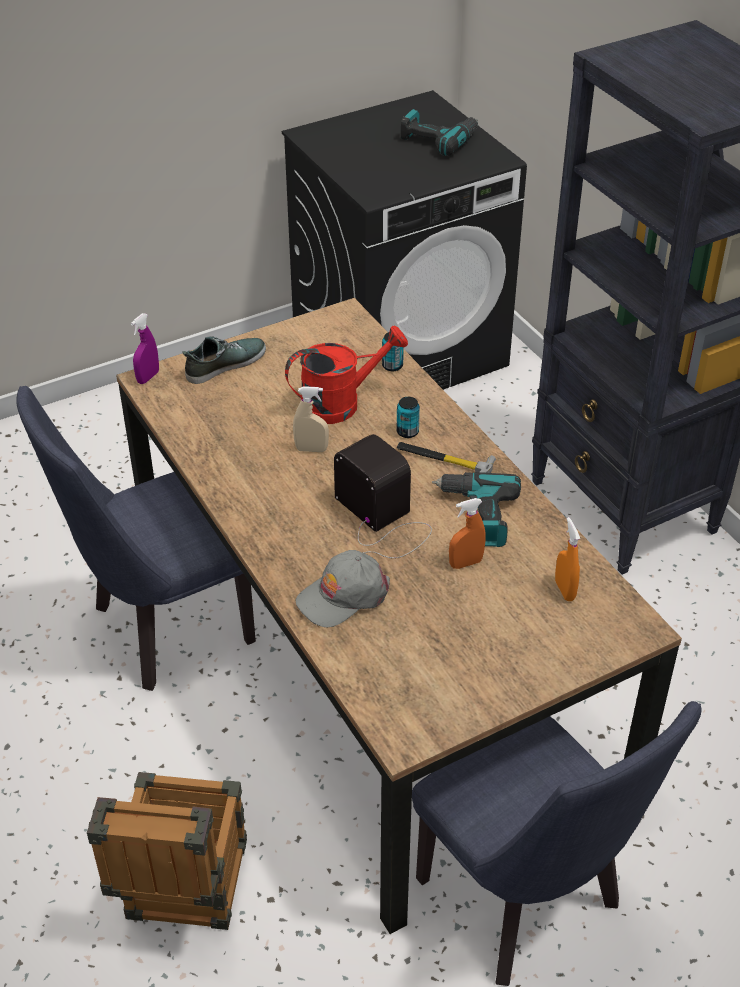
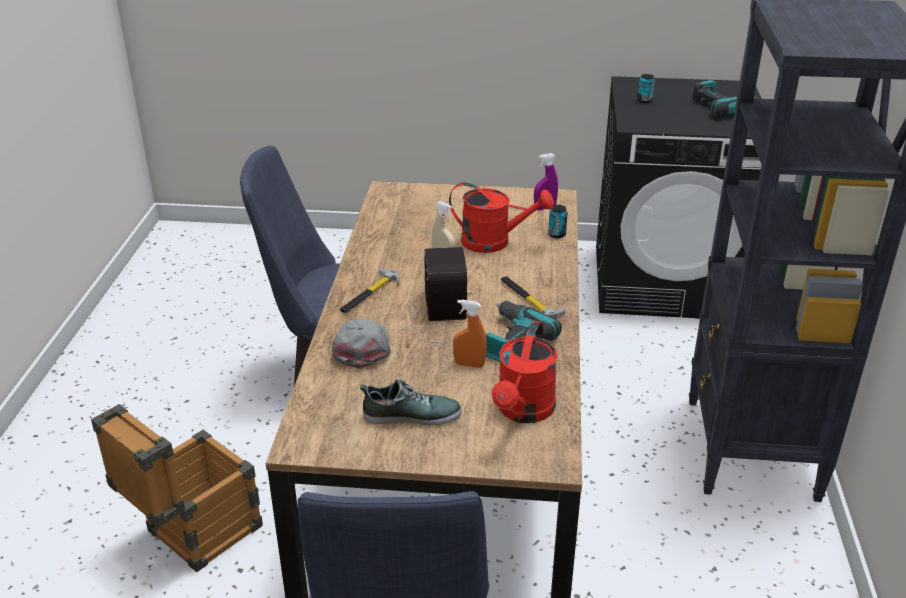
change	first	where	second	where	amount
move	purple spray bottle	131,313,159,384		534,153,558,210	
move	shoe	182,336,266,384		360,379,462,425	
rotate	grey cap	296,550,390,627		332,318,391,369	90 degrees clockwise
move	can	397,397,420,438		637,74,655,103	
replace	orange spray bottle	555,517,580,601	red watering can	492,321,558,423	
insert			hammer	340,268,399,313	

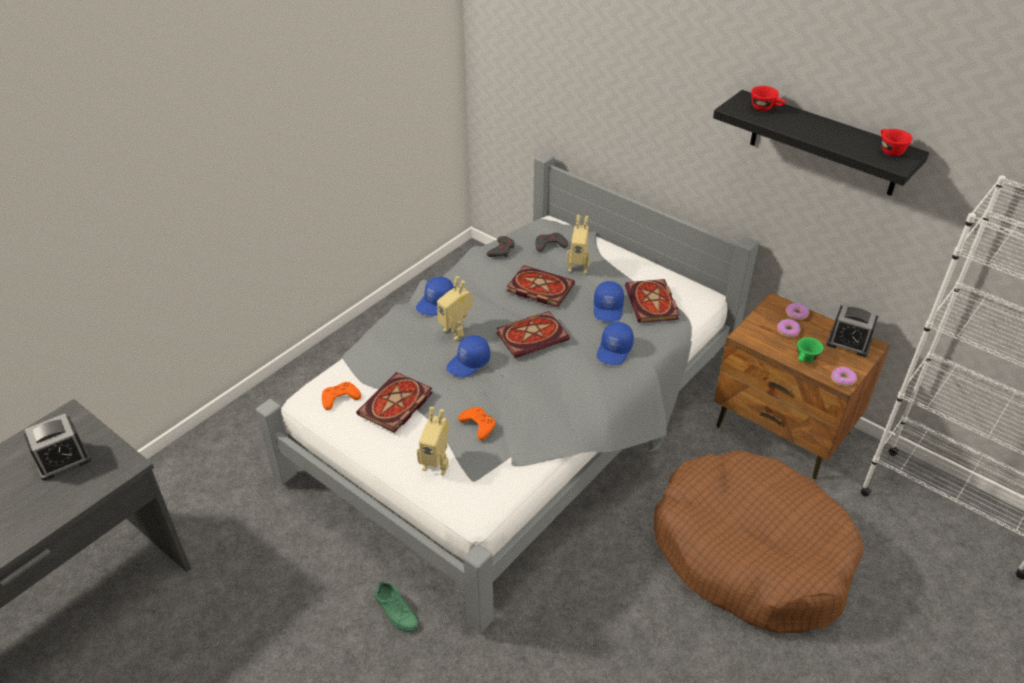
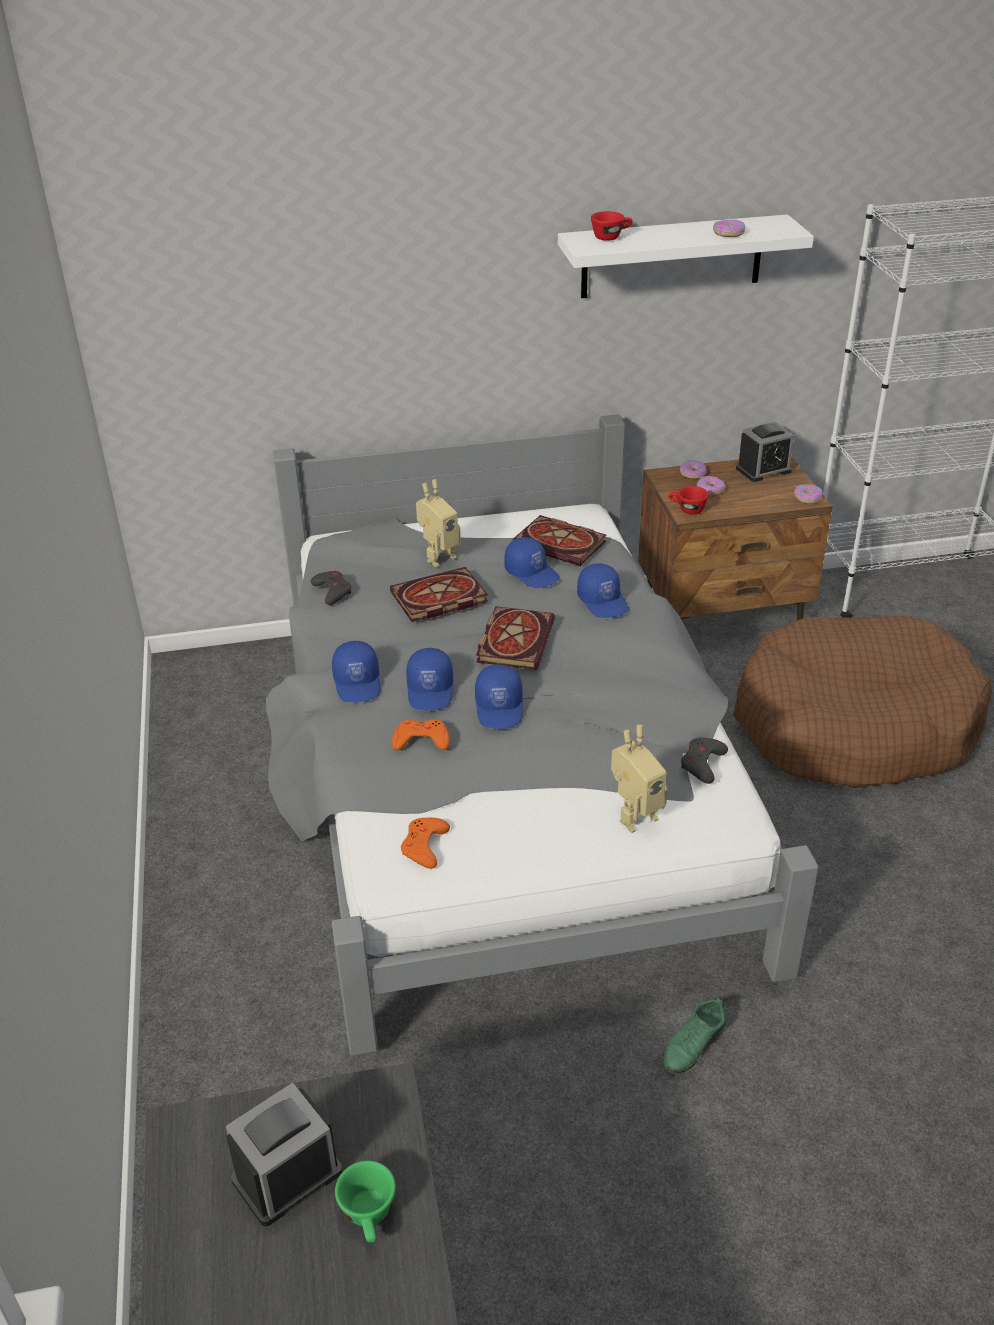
change	first	where	second	where	amount
rotate	alarm clock	24,414,91,481		226,1083,342,1227	135 degrees counterclockwise
delete	book	356,372,433,433			
rotate	green shoe	375,581,420,632		663,998,727,1075	135 degrees clockwise
replace	toy robot	437,276,473,340	blue cap	406,648,453,711	
move	orange game controller	458,407,496,440		392,720,450,750	
move	grey game controller	536,233,568,252		681,738,728,784	
recolor	black shelf	713,90,929,196	white shelf	558,214,814,298	
move	green cup	797,337,823,362		335,1161,396,1242	
move	red cup	881,129,912,156		668,486,709,515	
insert			donut	713,220,746,237	

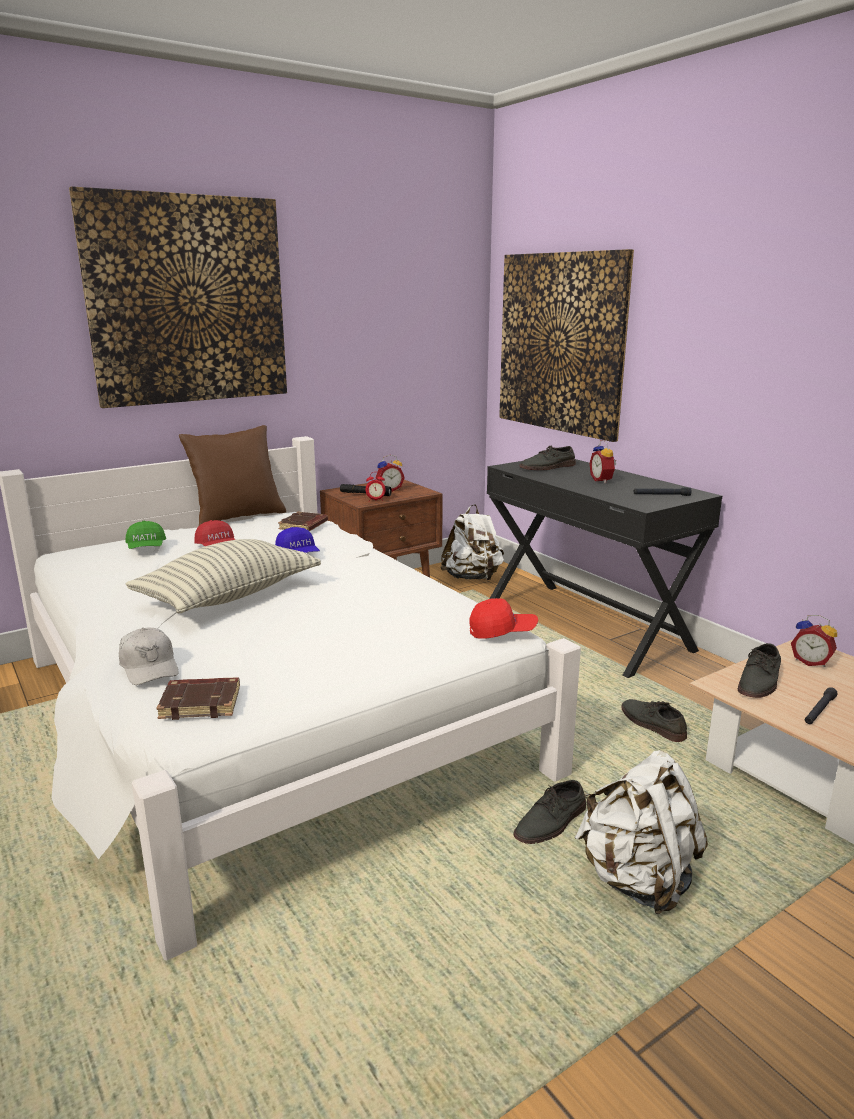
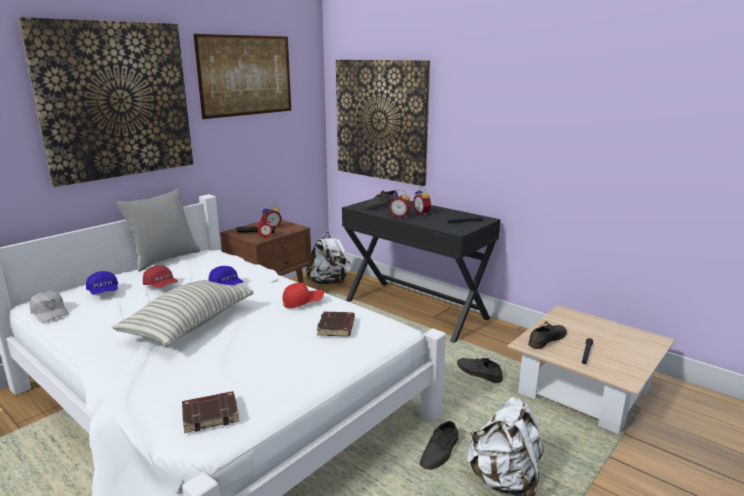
change	first	where	second	where	amount
move	white cap	119,628,179,685		30,291,69,322	
recolor	green cap	126,521,166,549	blue cap	86,271,119,295	
recolor	brown pillow	179,425,286,525	grey pillow	116,189,200,272	
move	brown book	278,512,328,531		317,311,355,337	
move	red cap	469,598,538,639		282,283,324,308	
rotate	grey shoe	738,643,781,698		528,321,567,349	150 degrees counterclockwise
move	alarm clock	791,615,837,667		389,189,411,218	
insert			picture	194,34,291,119	

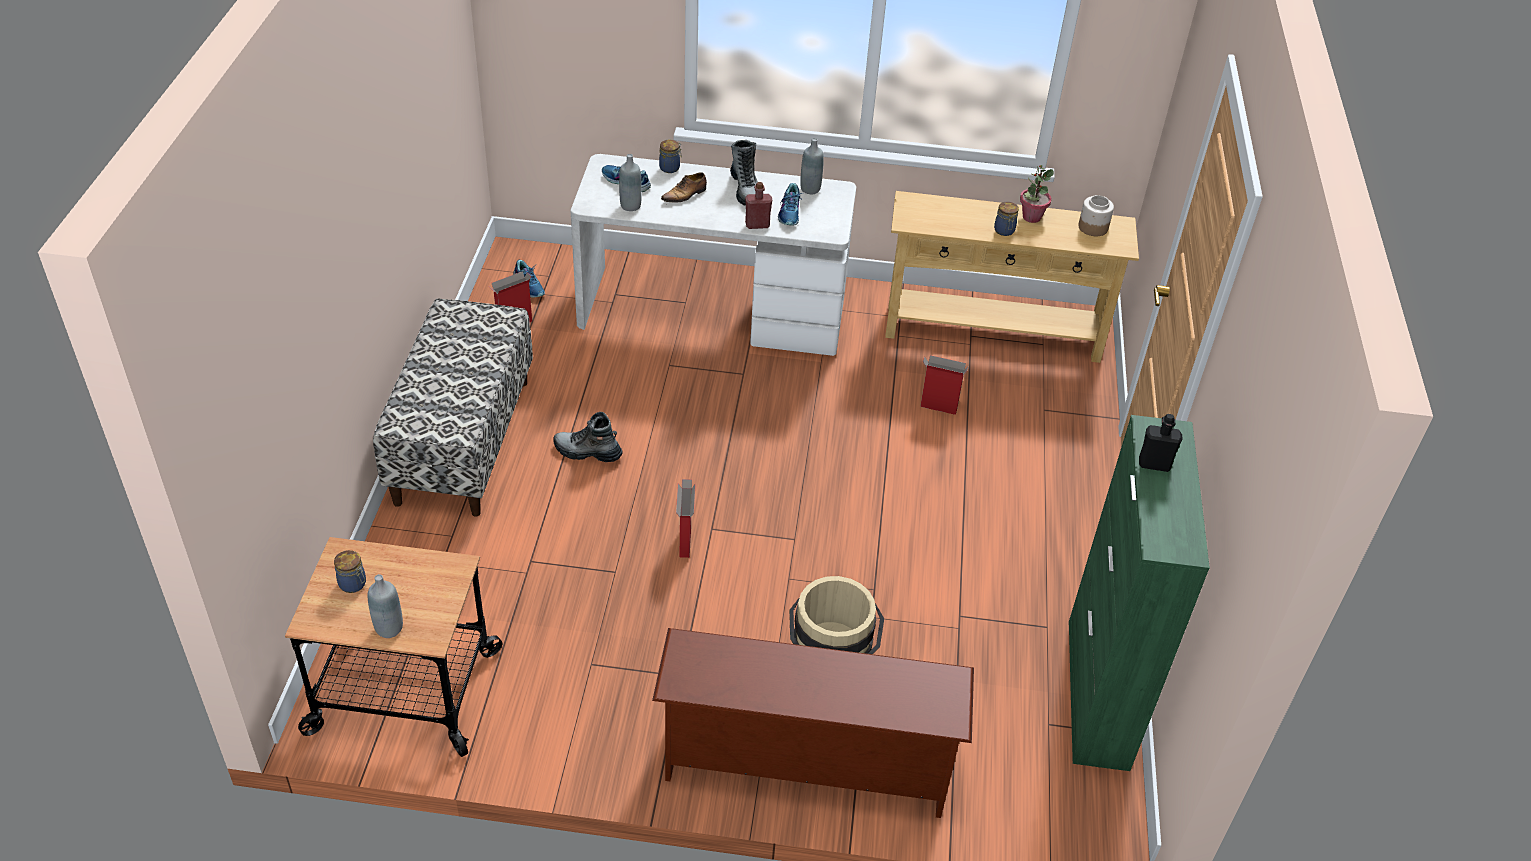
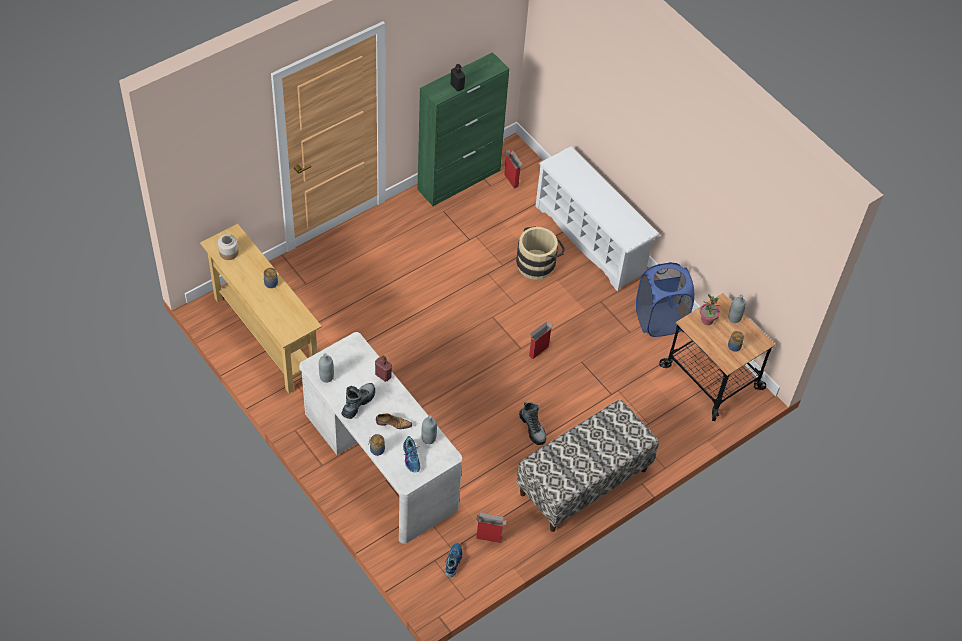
change	first	where	second	where	amount
recolor	brown shoe rack	652,628,974,818	white shoe rack	536,146,659,291	
delete	shoe	778,183,802,226			
move	cardboard box	920,355,968,415		504,150,522,188	
move	potted plant	1020,165,1054,223		700,294,720,325	
insert			blue laundry basket	636,262,694,337	

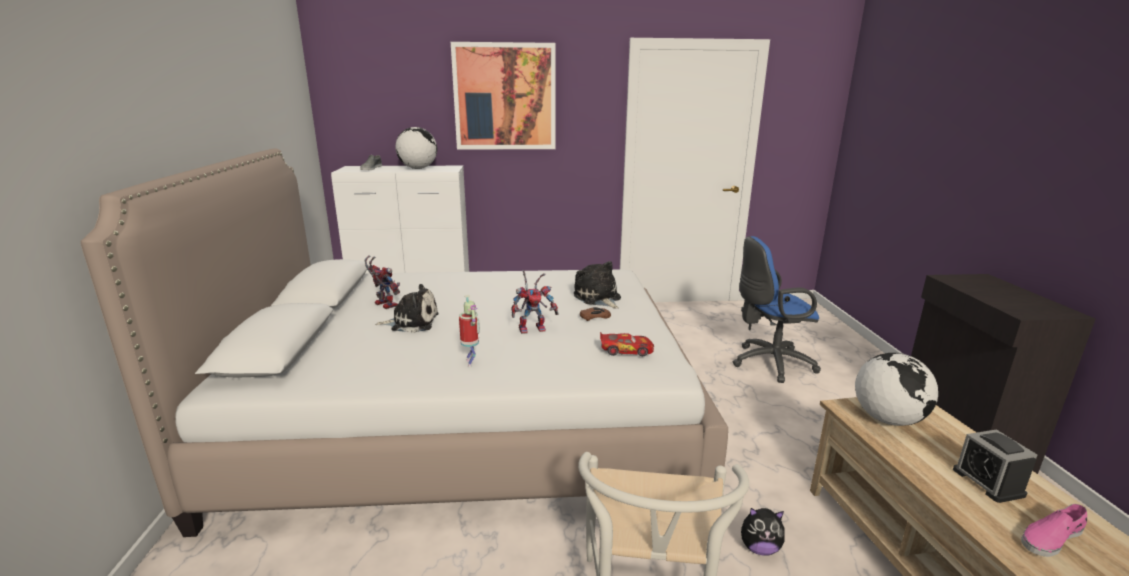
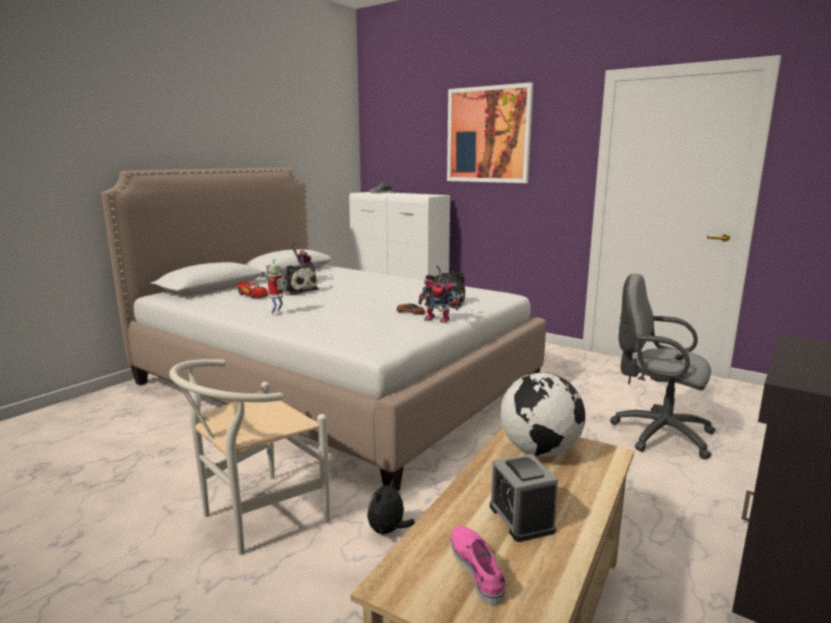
change	first	where	second	where	amount
delete	globe	395,127,437,169			
move	toy robot	511,270,559,334		418,265,459,323	
move	toy car	600,332,654,356		238,281,268,299	
recolor	blue office chair	733,236,821,383	grey office chair	610,273,716,459	
rotate	plush toy	741,508,785,556		367,478,415,534	75 degrees clockwise
rotate	alarm clock	953,429,1037,503		490,454,558,542	45 degrees counterclockwise
rotate	pink shoe	1021,504,1087,557		451,526,506,606	60 degrees clockwise

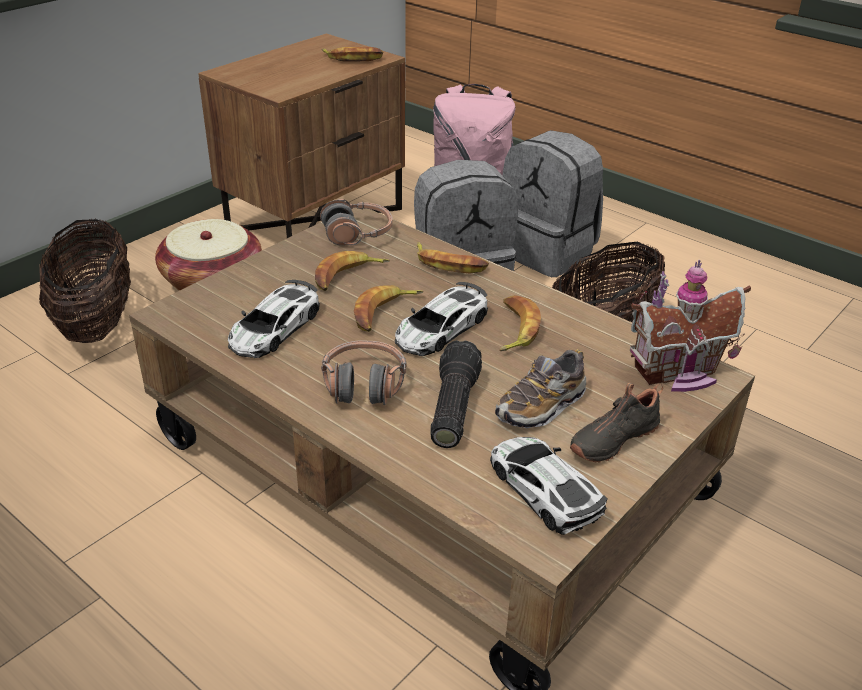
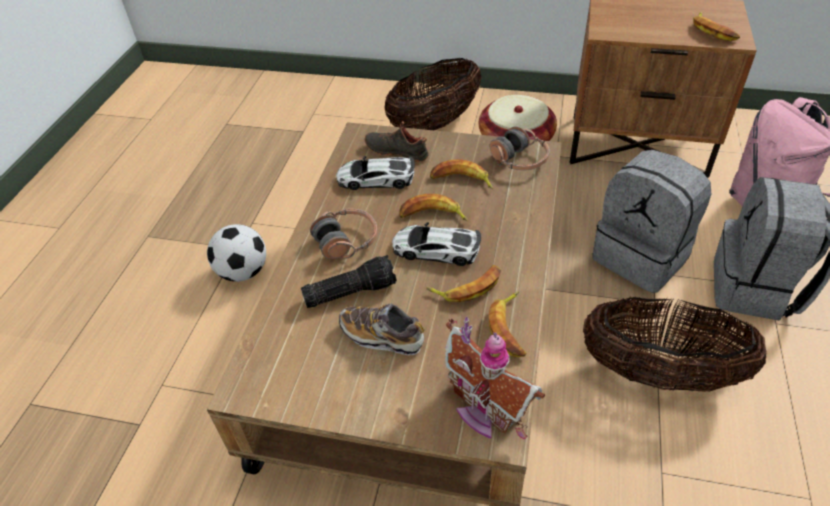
change	first	where	second	where	amount
move	banana	417,242,489,273		489,292,526,357	
delete	toy car	490,437,607,535			
move	black shoe	570,382,663,463		365,121,429,162	
insert			football	207,224,266,282	

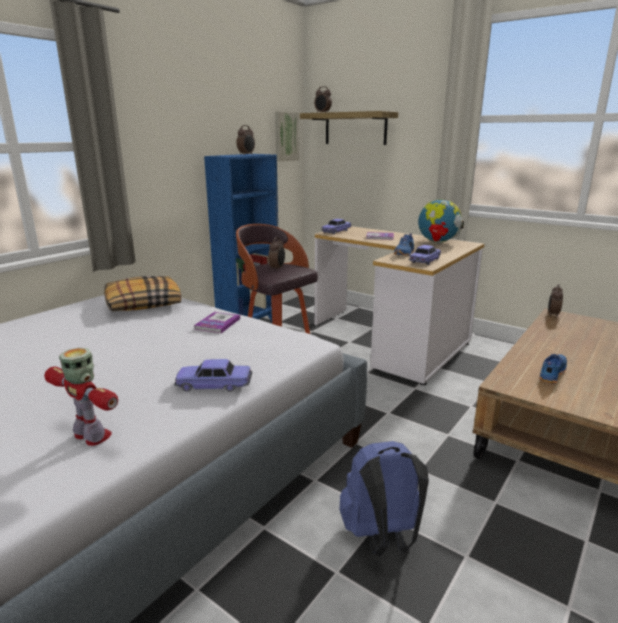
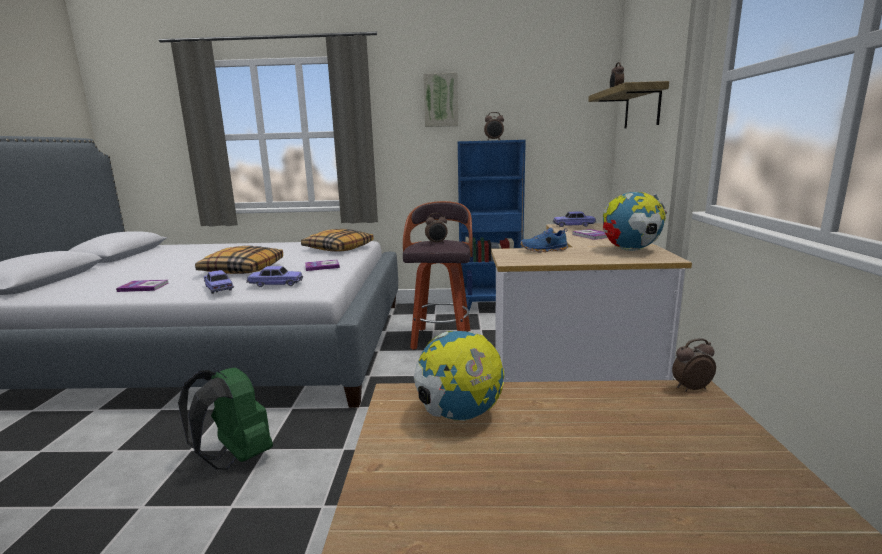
change	first	where	second	where	amount
replace	toy robot	44,347,118,446	book	116,280,168,292	
move	picture	275,112,299,162		423,73,458,127	
recolor	blue backpack	339,441,429,556	green backpack	178,368,273,470	
move	toy car	409,245,441,265		246,266,303,287	
replace	blue shoe	539,354,567,384	globe	414,331,504,421	
insert			pillow	195,246,283,274	

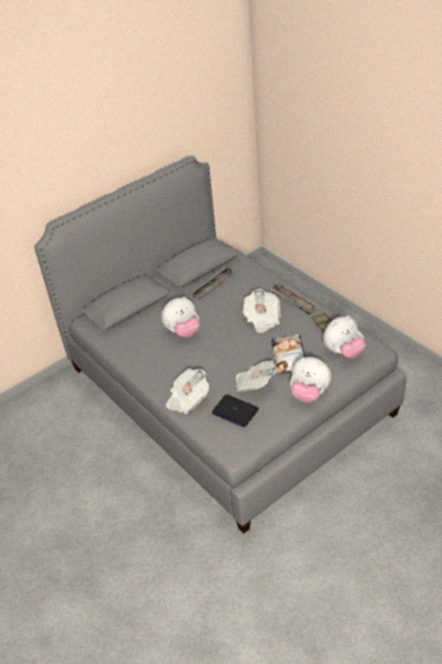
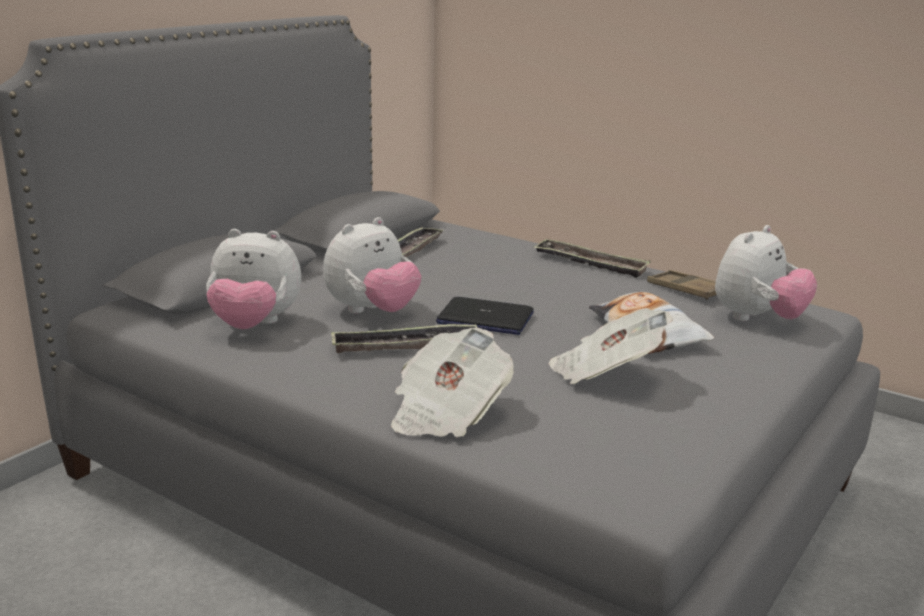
change	first	where	second	where	amount
move	laptop	212,394,259,427		436,297,534,335	
delete	newspaper	243,289,281,333			
move	plush toy	290,357,331,403		206,229,301,329	
insert			tray	331,324,478,353	

